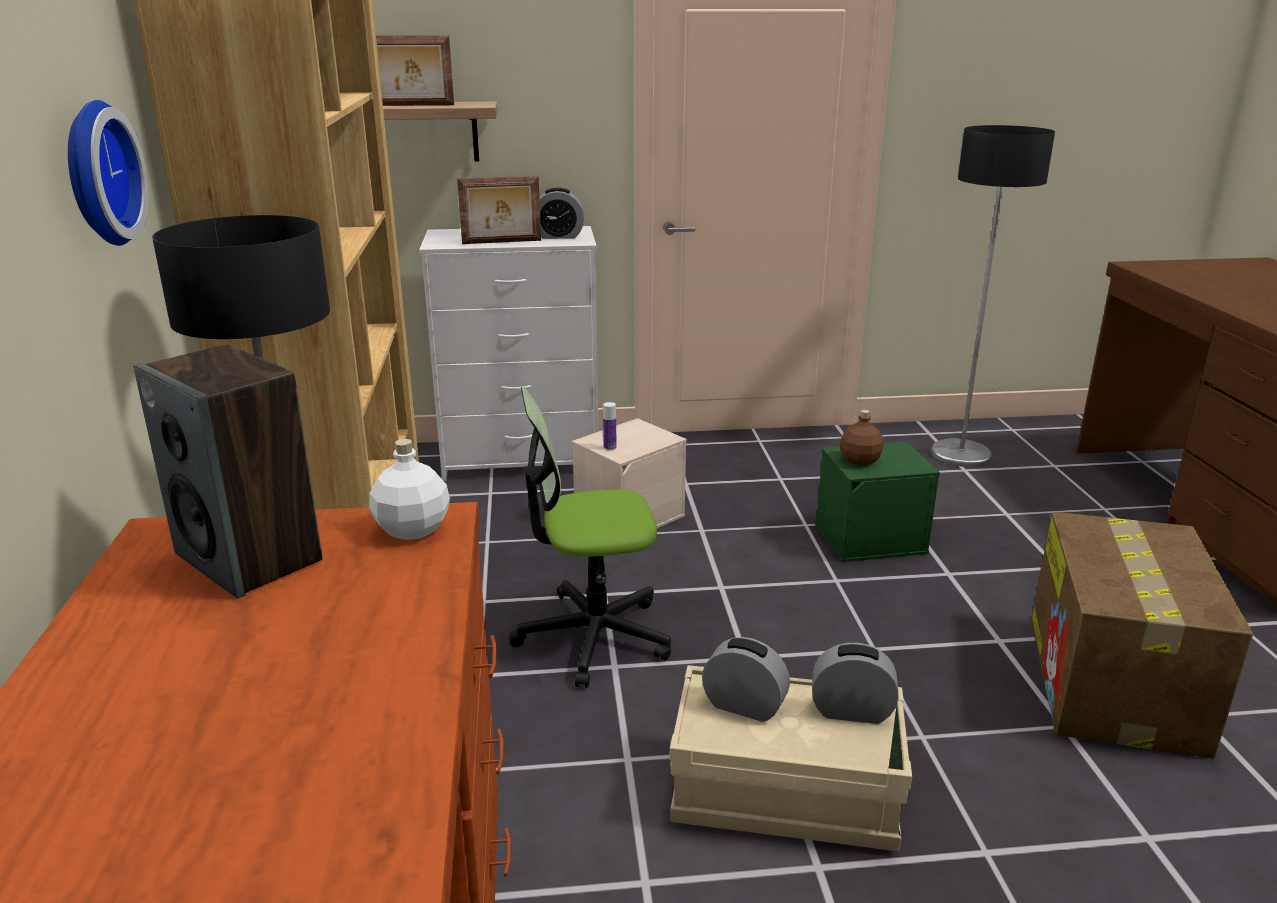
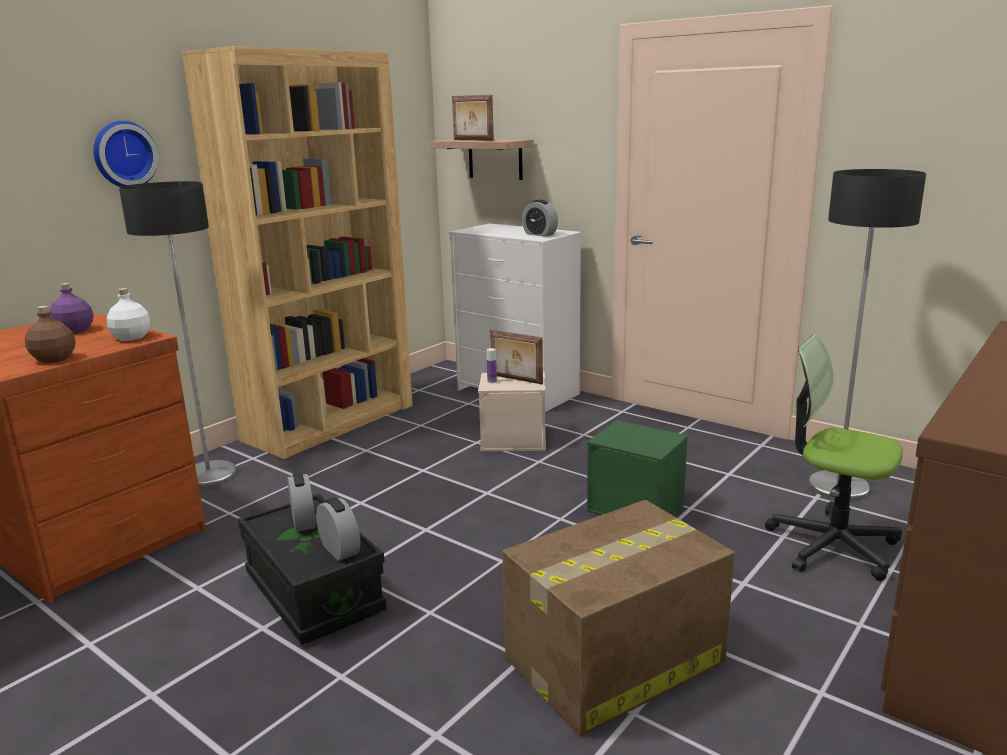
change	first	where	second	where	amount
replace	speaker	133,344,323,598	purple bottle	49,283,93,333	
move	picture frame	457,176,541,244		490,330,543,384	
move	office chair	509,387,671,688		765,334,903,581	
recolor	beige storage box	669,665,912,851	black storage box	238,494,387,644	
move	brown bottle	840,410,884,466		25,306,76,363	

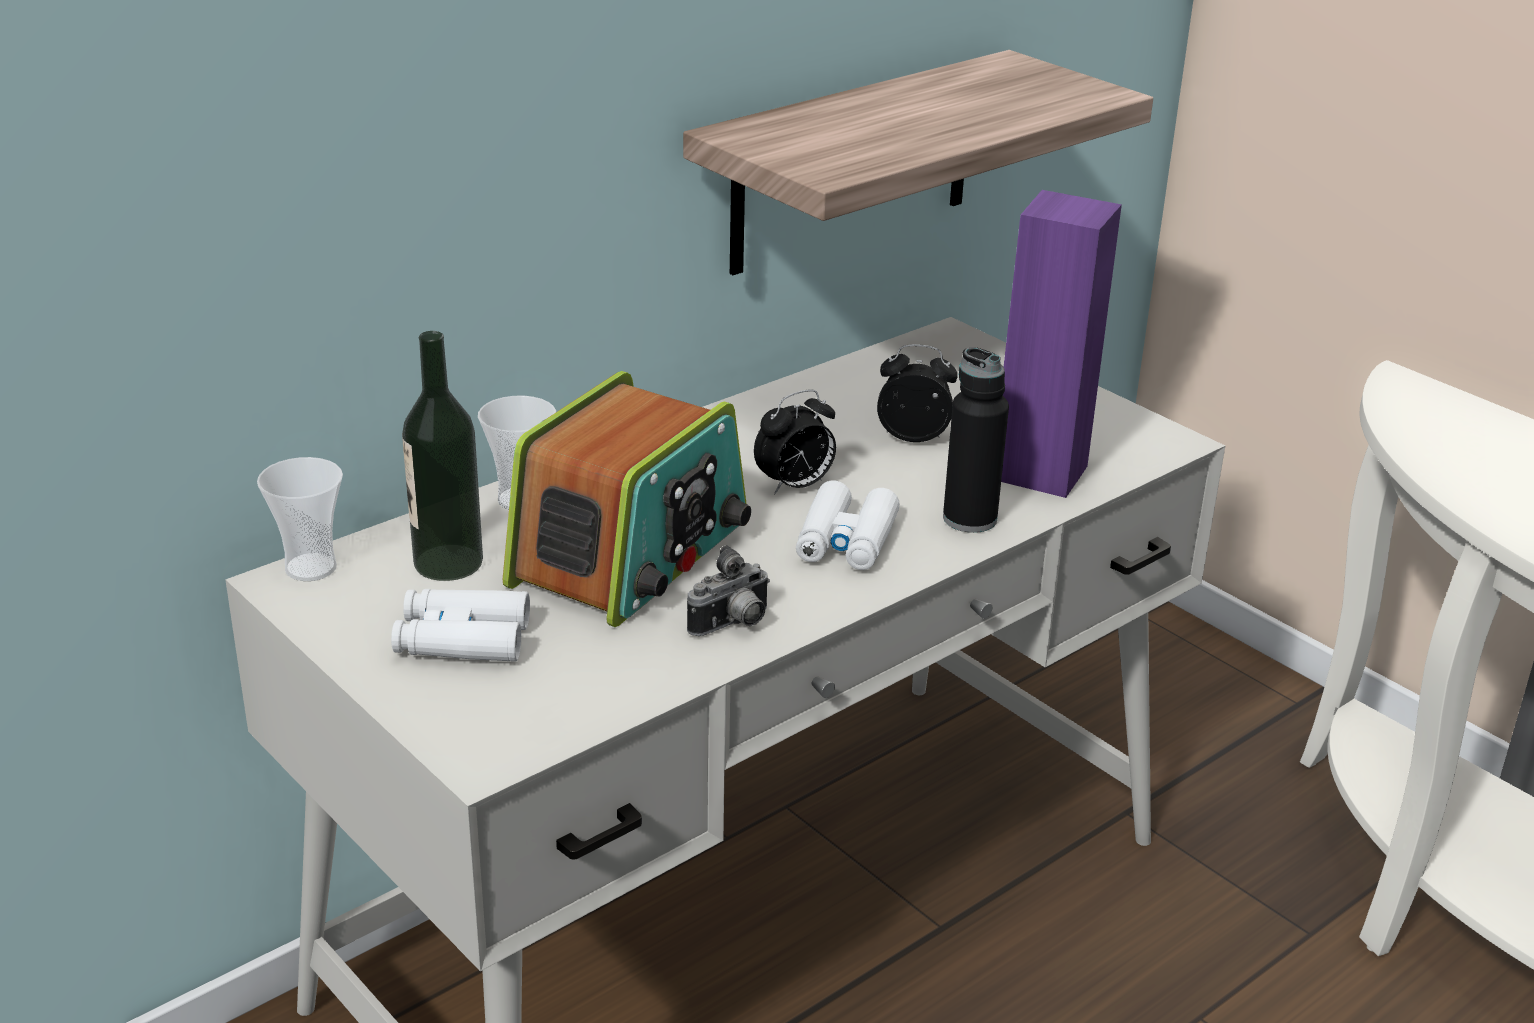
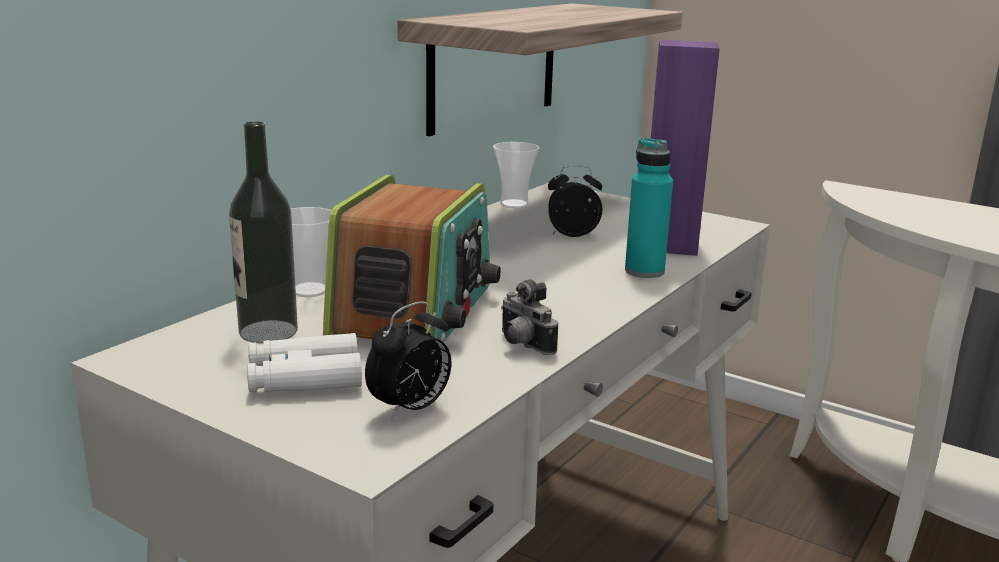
change	first	where	second	where	amount
move	cup	257,457,343,581		493,142,539,208	
rotate	photo camera	687,545,770,636		501,279,558,355	105 degrees clockwise
move	alarm clock	754,389,836,495		365,301,451,420	
delete	white binoculars	796,480,900,570			
recolor	black bottle	943,347,1009,533	turquoise bottle	625,138,673,278	

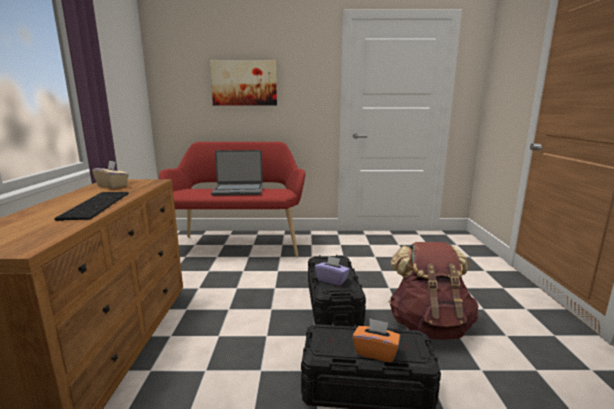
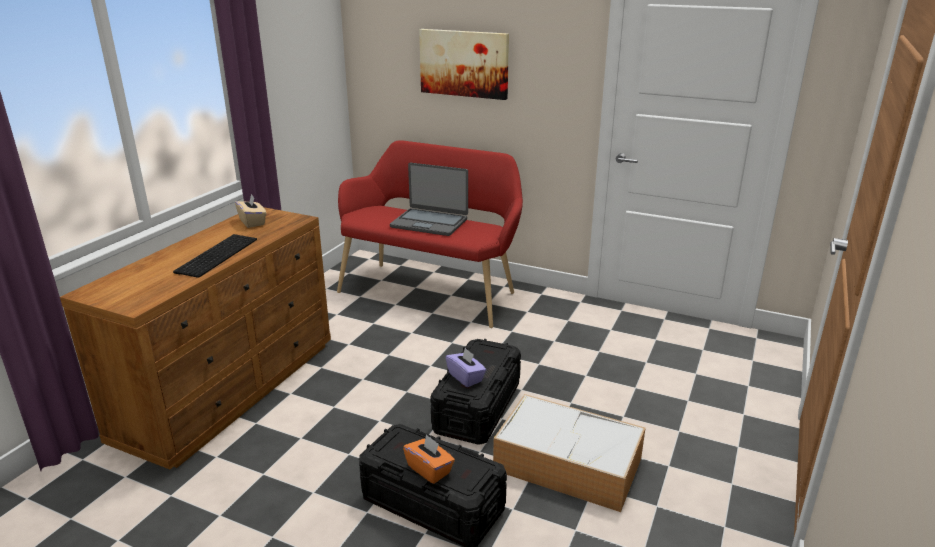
change	first	where	second	where	amount
replace	brown backpack	389,242,479,340	storage box	493,394,645,512	

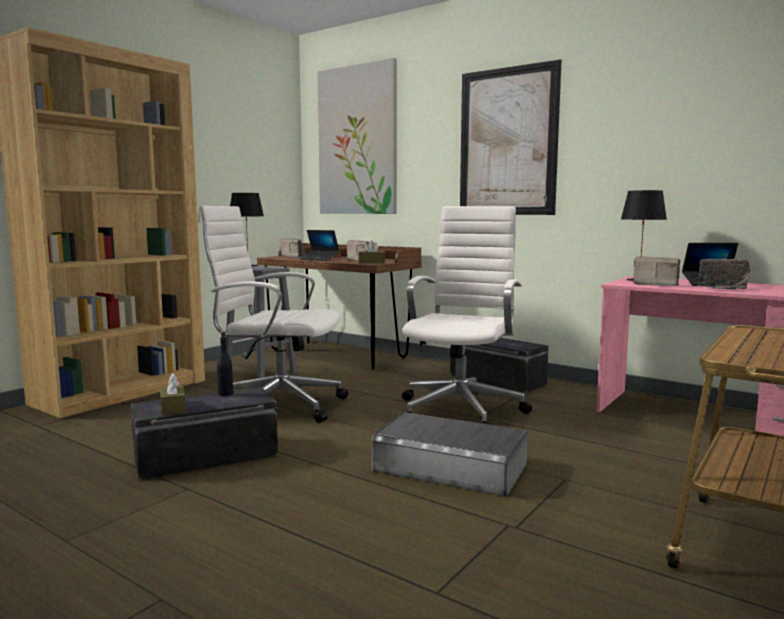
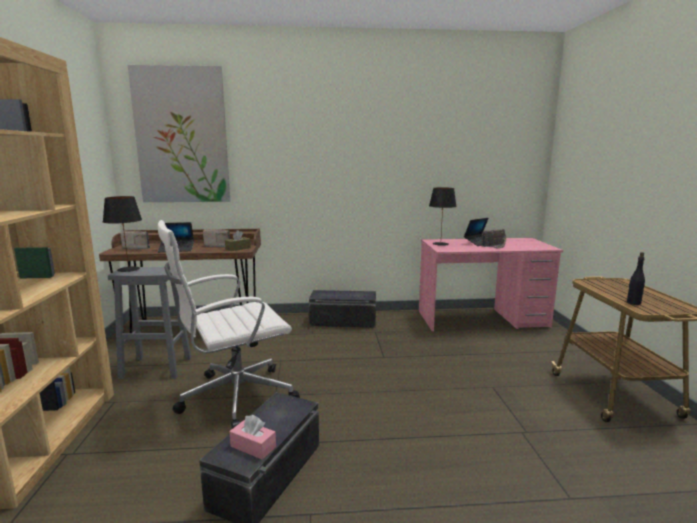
change	first	where	second	where	amount
recolor	brown tissue box	160,373,186,416	pink tissue box	229,415,276,460	
move	black bottle	217,332,233,396		627,252,645,305	
delete	grey storage box	371,412,528,497			
delete	white office chair	402,206,532,425			
delete	picture	460,59,562,215			
delete	radio	633,256,680,286			

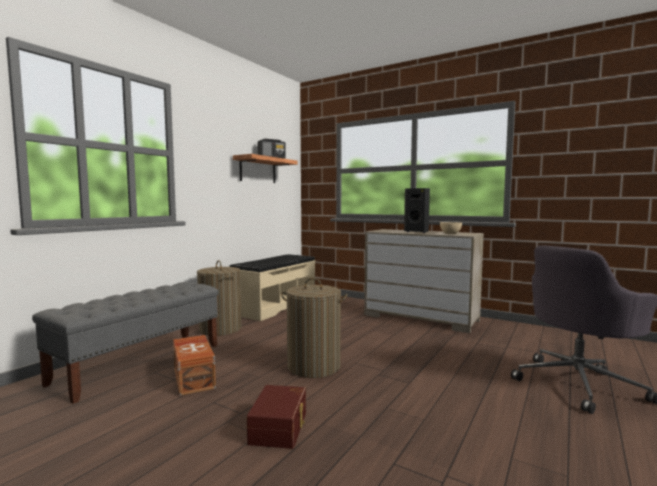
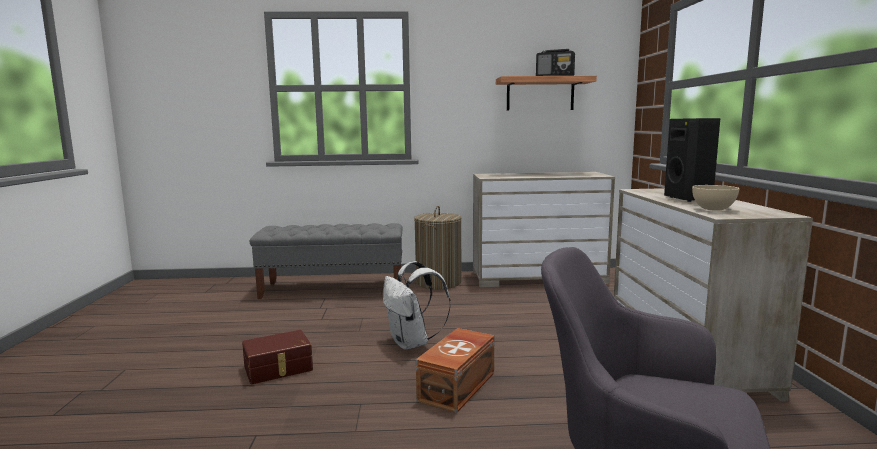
change	first	where	second	where	amount
move	brown storage box	173,335,216,396		416,328,494,413	
replace	beige bench	229,254,315,321	beige dresser	473,172,615,287	
replace	laundry basket	281,278,348,378	white backpack	383,261,451,350	

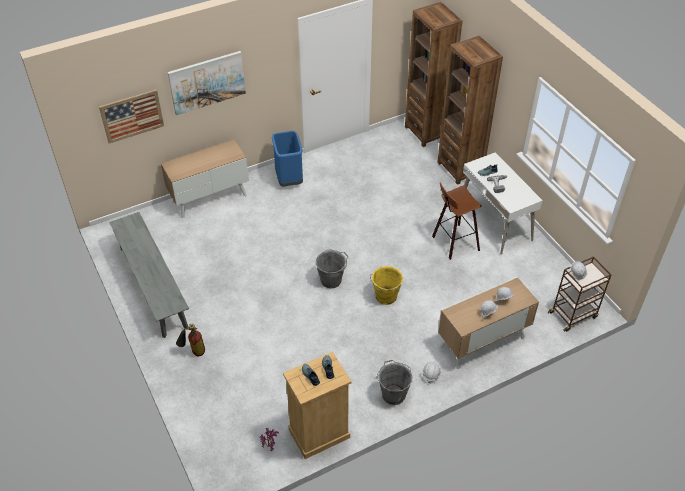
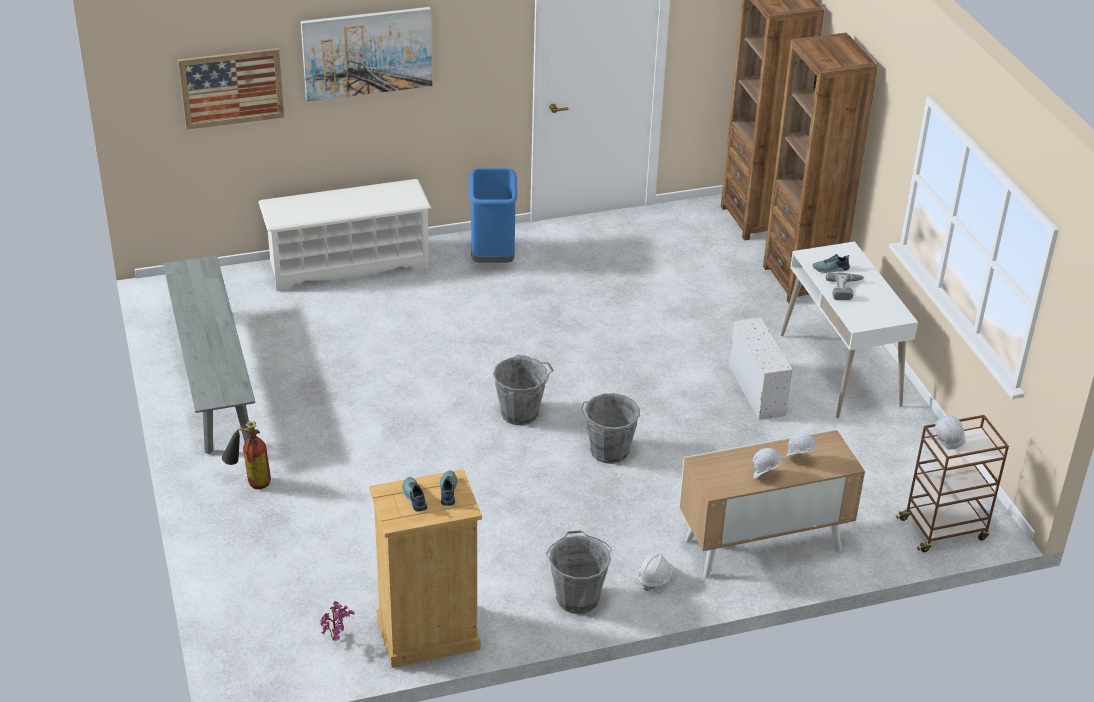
change	first	where	second	where	amount
replace	cabinet	161,140,249,218	white shoe rack	259,179,431,291	
recolor	yellow bucket	370,266,403,305	grey bucket	582,393,640,464	
replace	stool	432,182,482,260	white storage box	729,317,792,420	

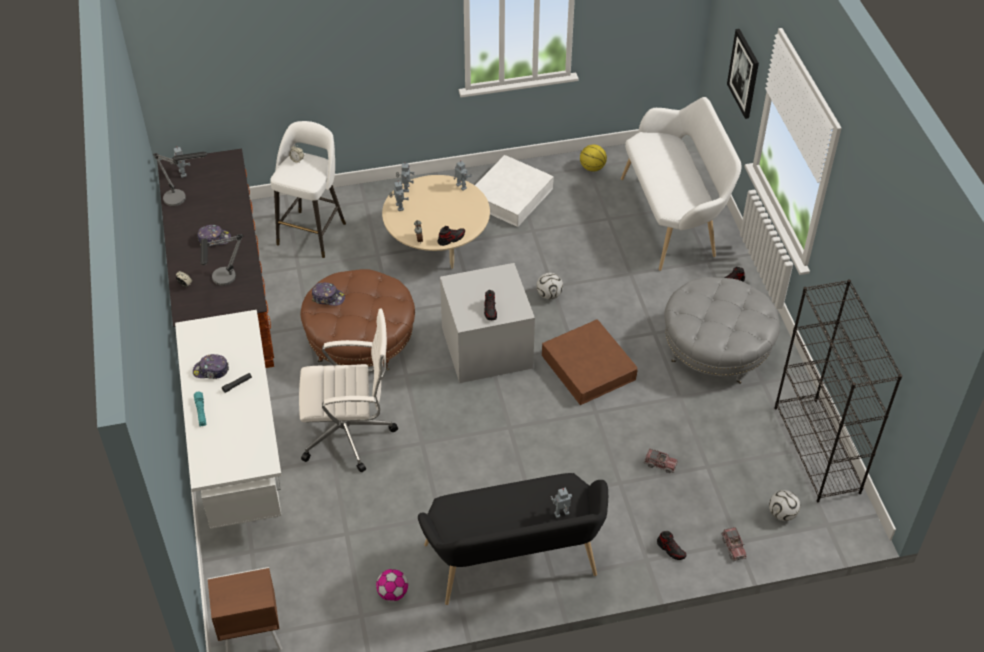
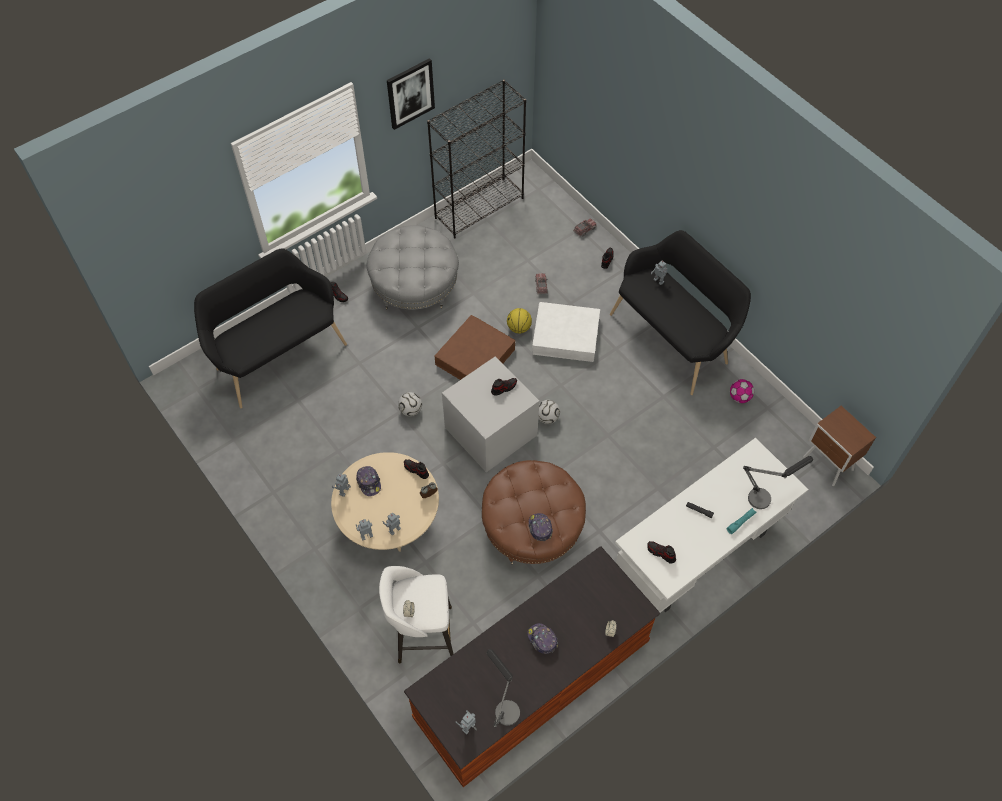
change	first	where	second	where	amount
move	cap	193,354,229,379		356,466,381,496	
move	table lamp	200,234,243,286		743,456,813,509	
delete	white office chair	299,308,398,472			
move	white storage box	475,155,554,227		532,302,600,362	
move	basketball	580,145,607,172		507,308,532,333	
recolor	white bench	621,97,742,271	black bench	194,248,347,408	
move	picture	727,29,759,119		387,58,435,130	
move	football	769,490,800,521		538,400,560,424	
insert			shoe	647,541,676,563	

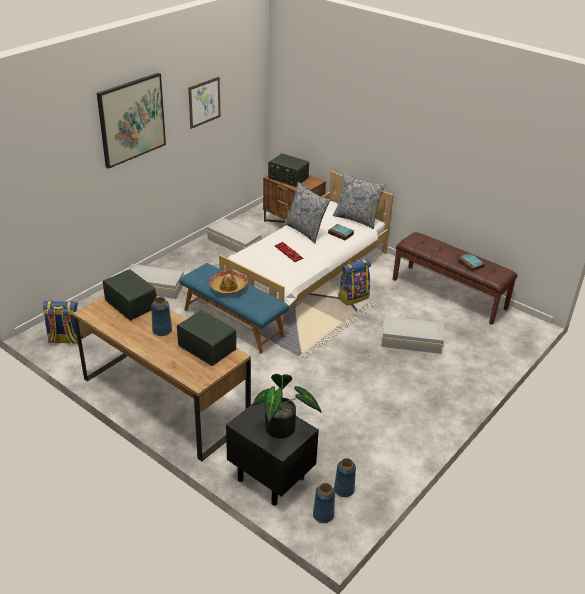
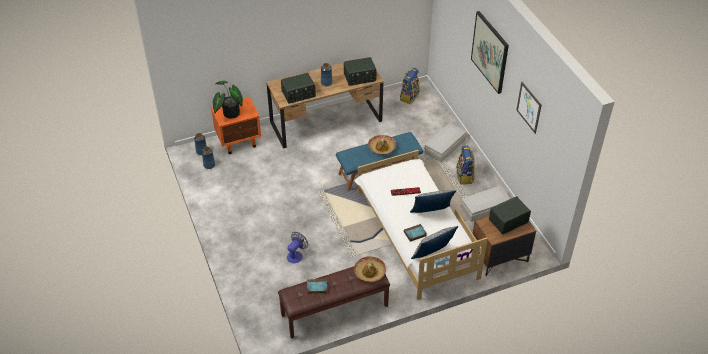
change	first	where	second	where	amount
recolor	black nightstand	226,401,319,506	orange nightstand	211,97,261,154	
move	backpack	338,258,371,306		456,145,475,184	
replace	white storage box	381,316,444,354	fan	287,232,308,263	
insert			hat	354,256,386,282	

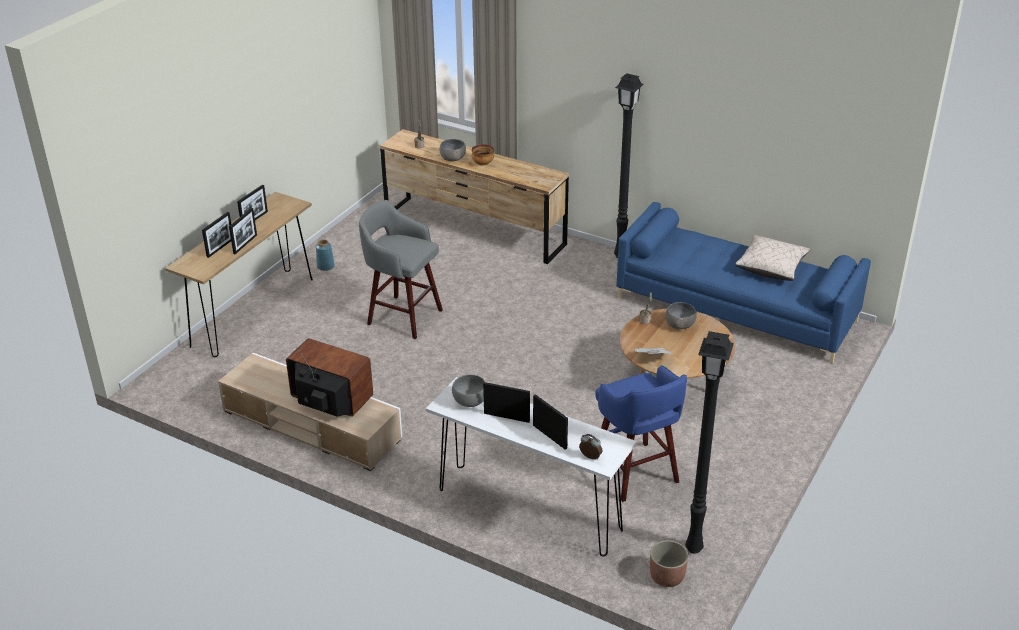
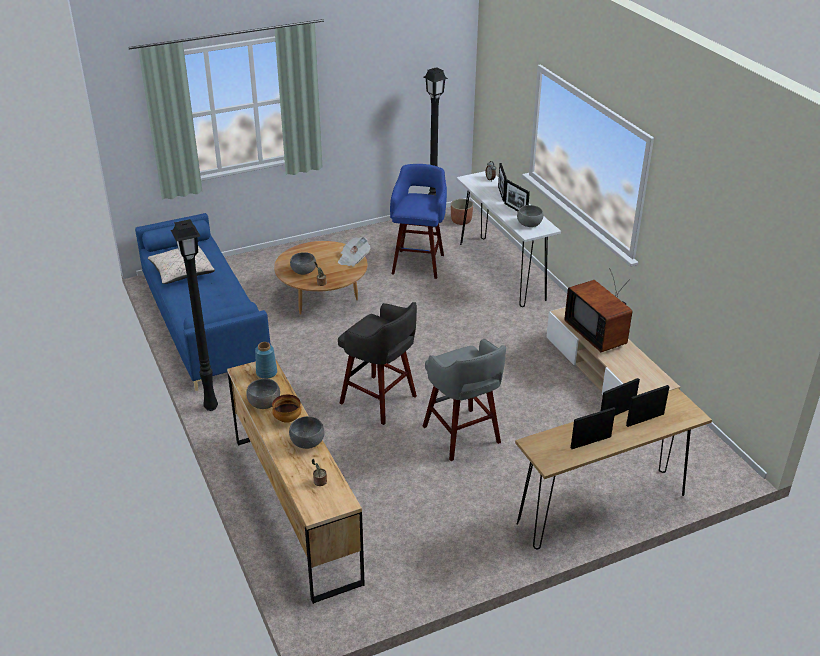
change	first	where	second	where	amount
move	blue vase	316,239,335,271		255,342,277,379	
insert			grey bowl	246,379,280,409	
insert			grey stool	338,302,417,425	

